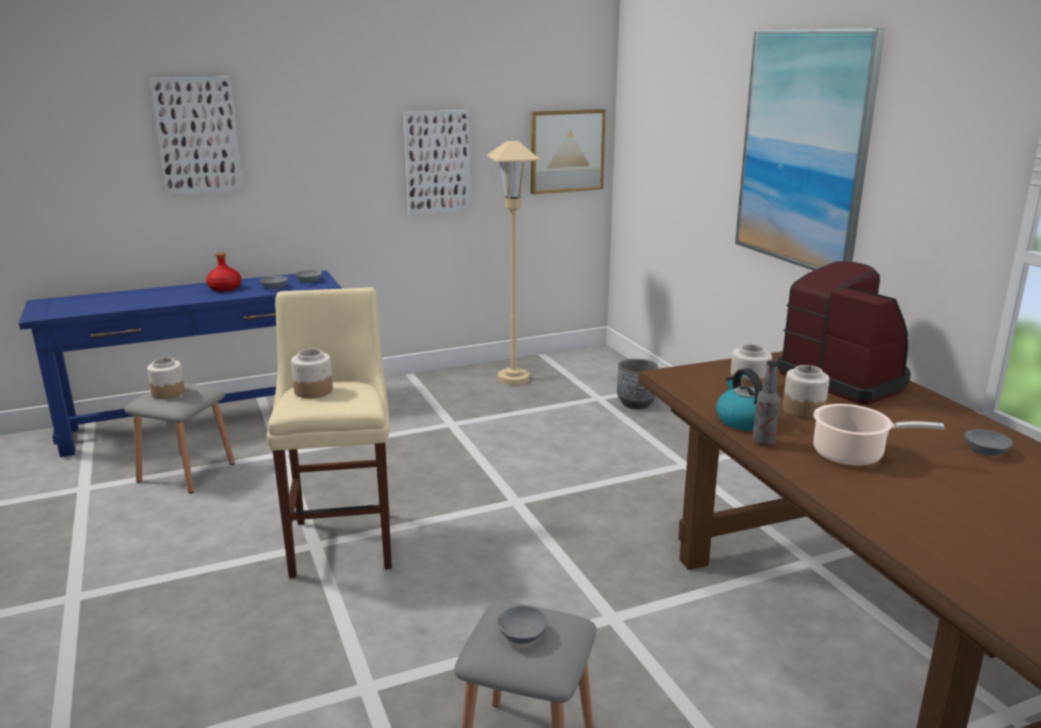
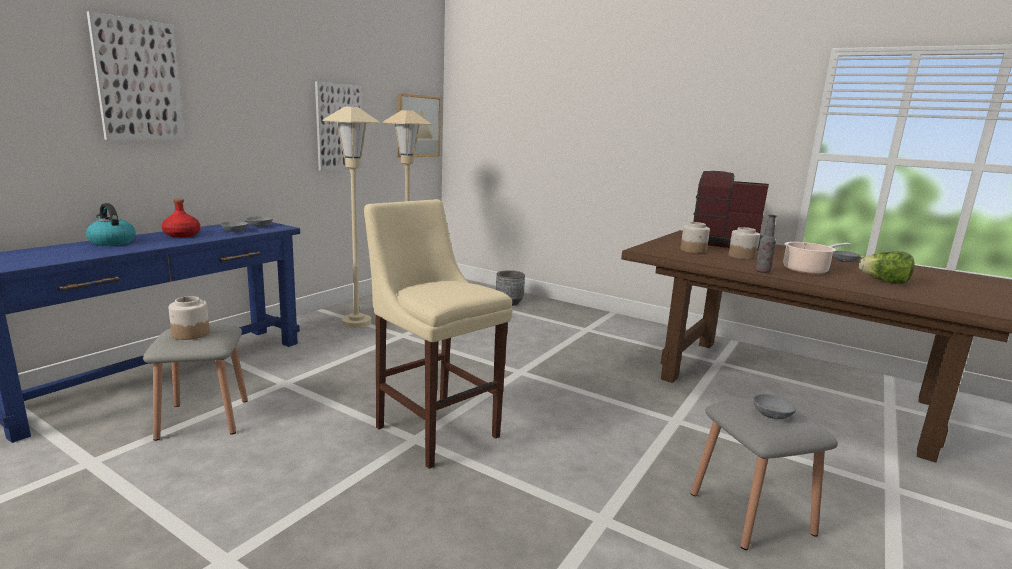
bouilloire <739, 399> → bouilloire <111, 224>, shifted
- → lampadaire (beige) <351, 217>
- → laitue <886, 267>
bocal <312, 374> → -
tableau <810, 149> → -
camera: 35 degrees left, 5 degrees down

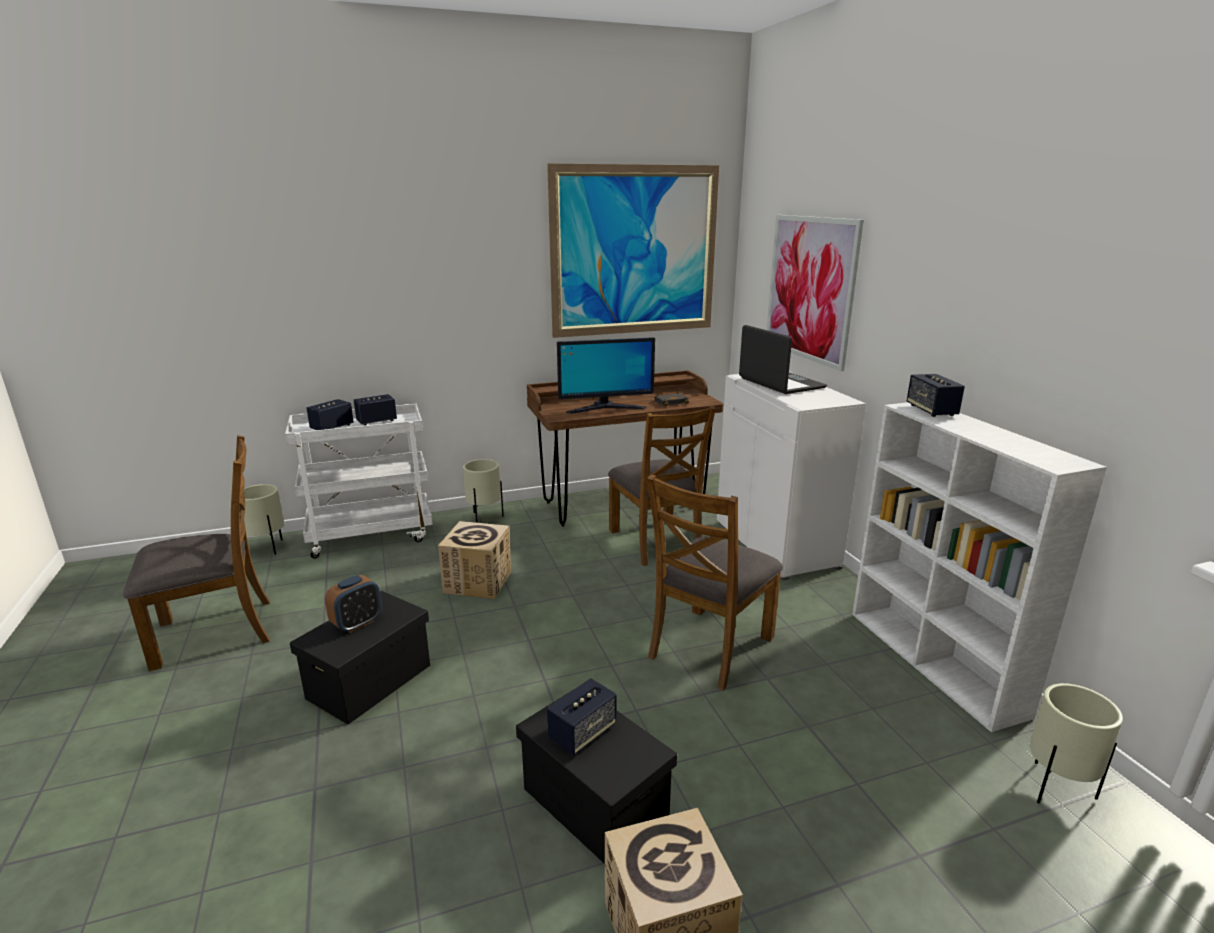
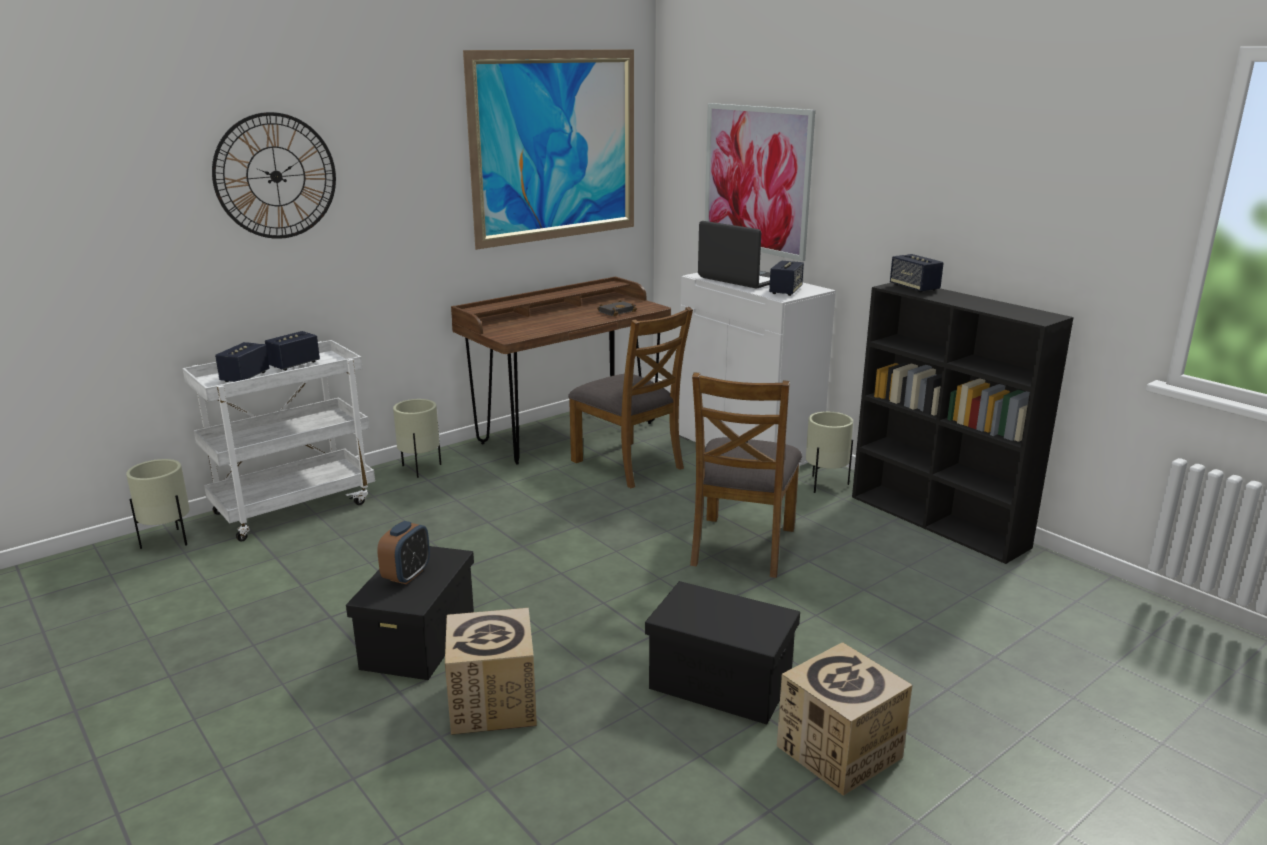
- → horloge murale <274, 175>
carton <474, 560> → carton <491, 671>, shifted
enceinte <582, 716> → enceinte <786, 278>, shifted
cache-pot (beige) <1076, 743> → cache-pot (beige) <829, 452>, shifted
bibliothèque (blanc) <979, 567> → bibliothèque (noir) <963, 423>
chaise (marron) <196, 553> → -
écran d'ordinateur <606, 375> → -
camera: 20 degrees left, 0 degrees up

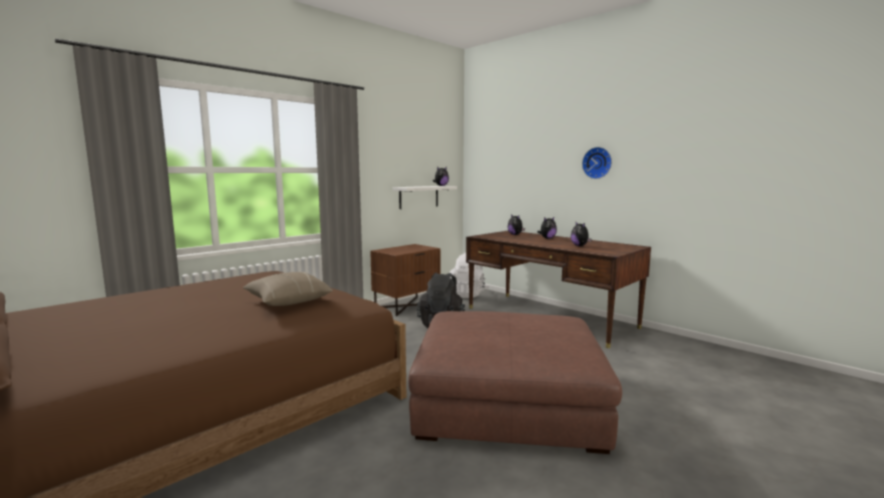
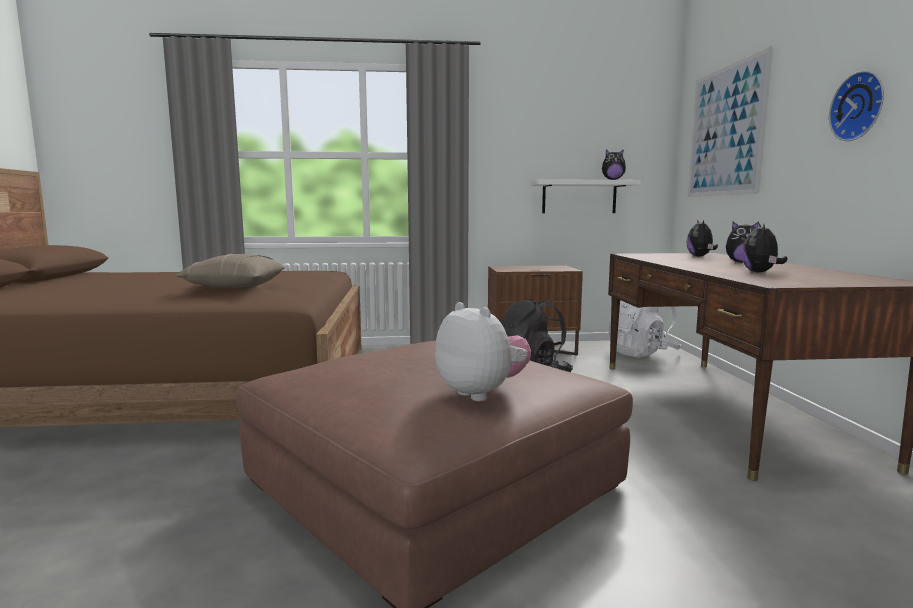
- → peluche <483, 351>
- → tableau <730, 121>
camera: 40 degrees right, 0 degrees up

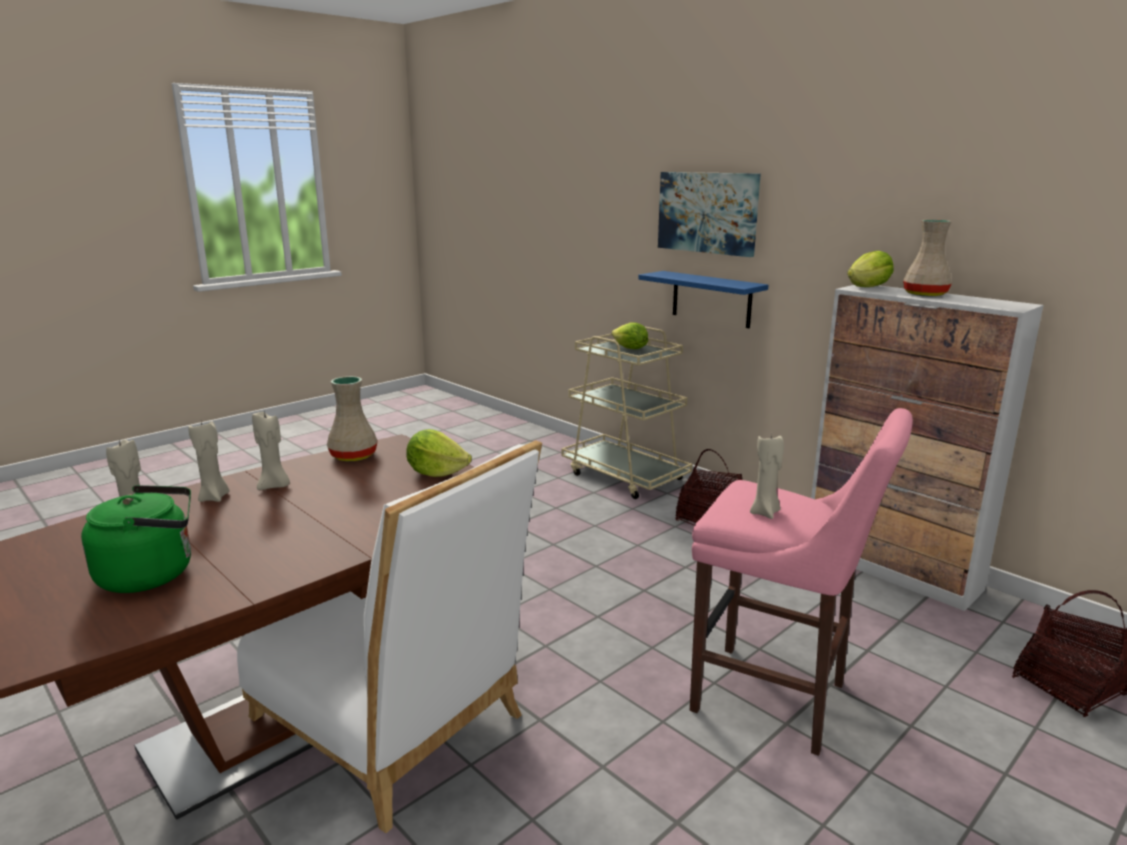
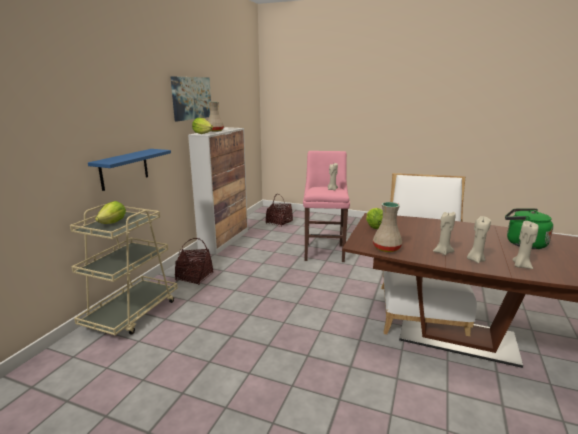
tableau <709, 214> → tableau <191, 99>, shifted
camera: 115 degrees left, 0 degrees up

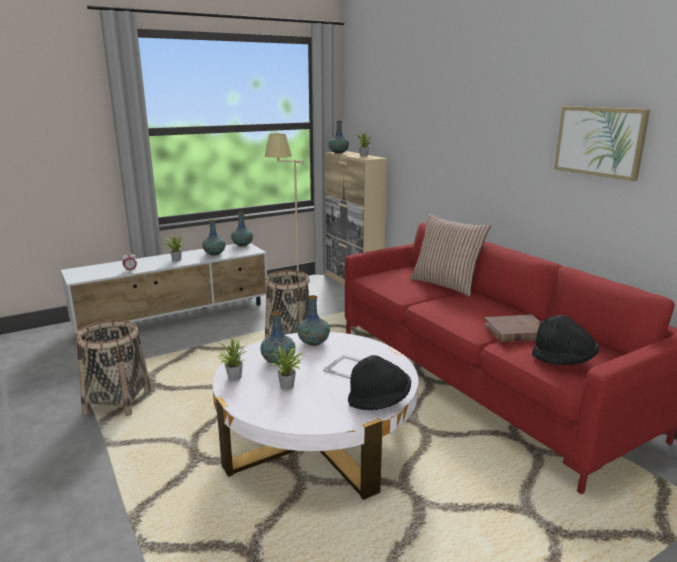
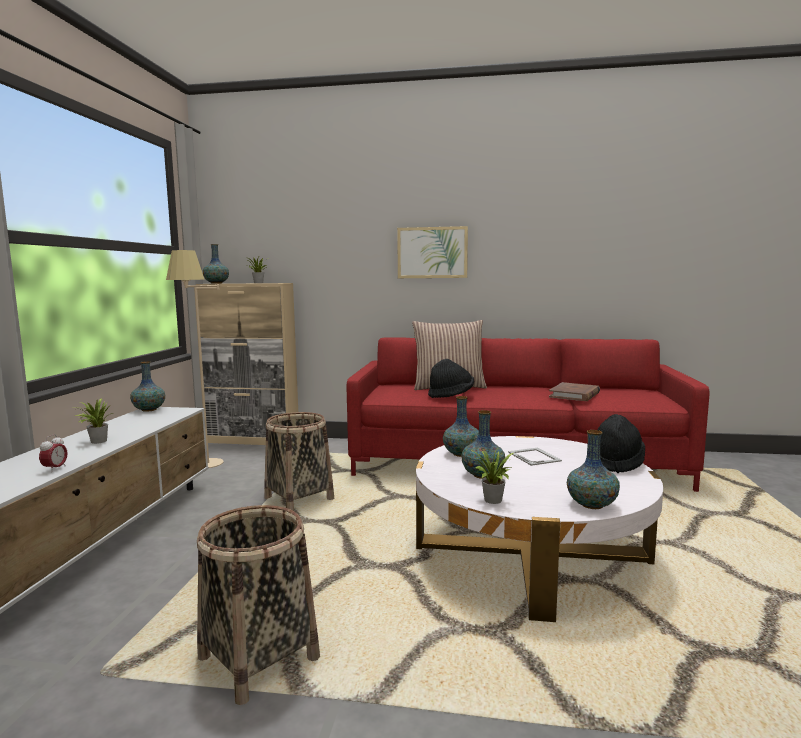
tableau <602, 143> → tableau <432, 252>, shifted
chapeau (noir) <565, 340> → chapeau (noir) <451, 378>, shifted
vase <214, 238> → vase <593, 469>, shifted
plante en pot <287, 368> → -
camera: 50 degrees left, 10 degrees down

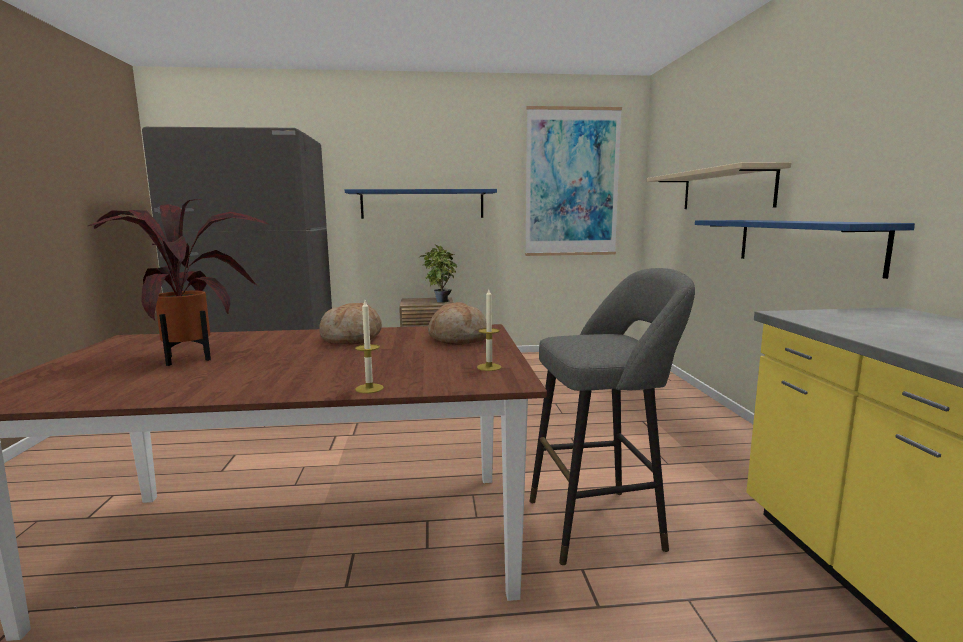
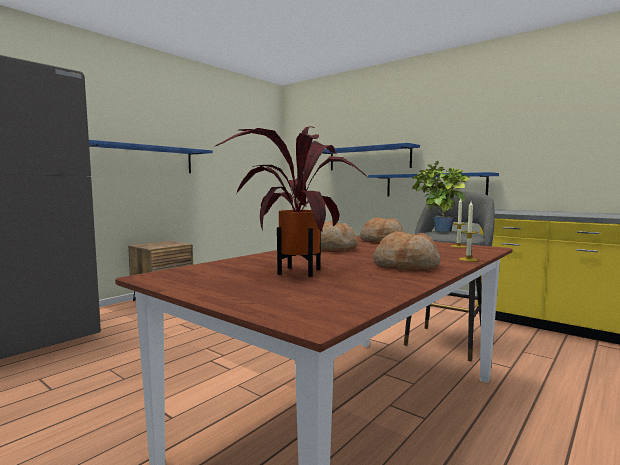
étagère (beige) <718, 185> → étagère (bleu) <371, 157>
- → pain <406, 251>
plante en pot <438, 273> → plante en pot <441, 196>, shifted
tableau <573, 181> → -
camera: 45 degrees left, 5 degrees down

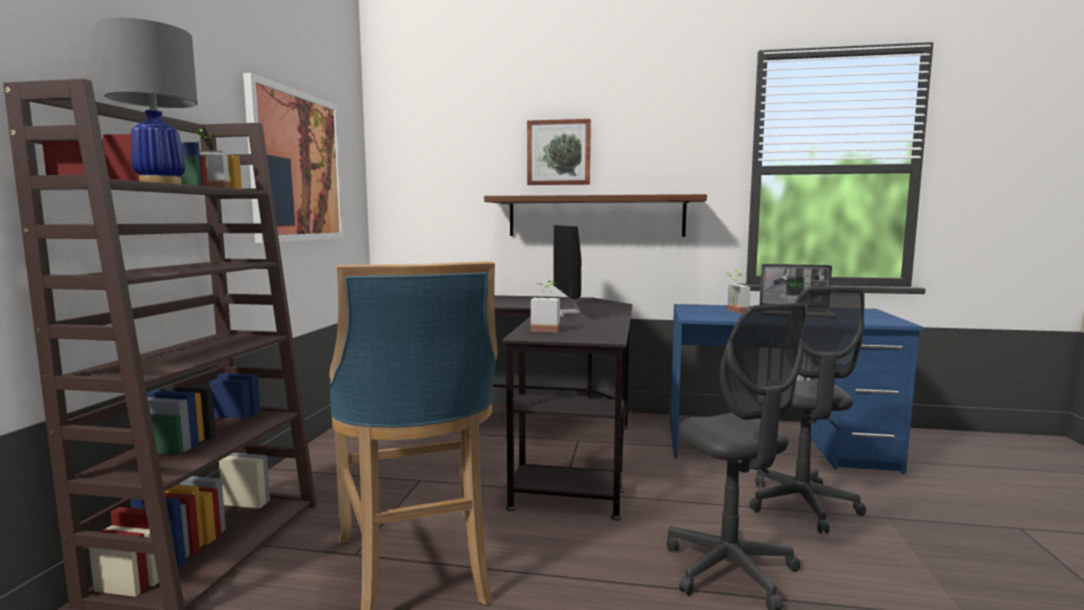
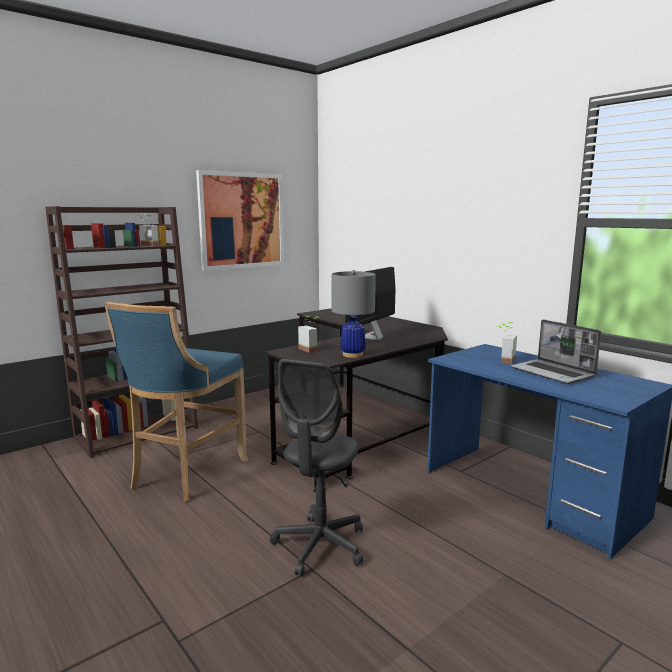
lampe de table (gris) <147, 100> → lampe de table (gris) <354, 314>, shifted
étagère (marron) <595, 215> → -
tableau <559, 152> → -
chaise de bureau (gris) <807, 410> → -
camera: 40 degrees right, 5 degrees up

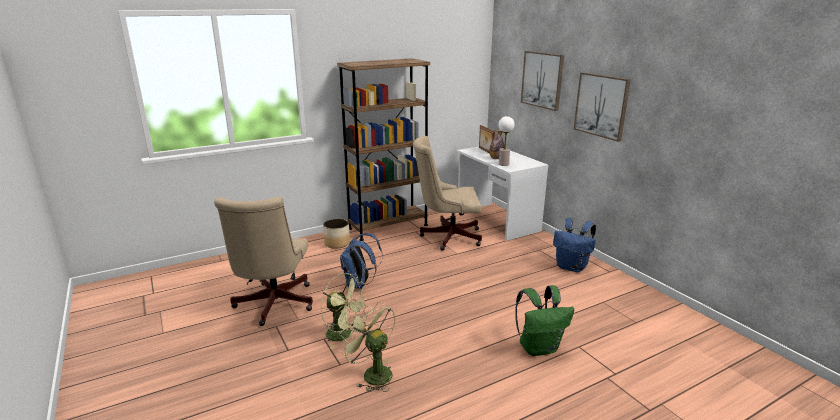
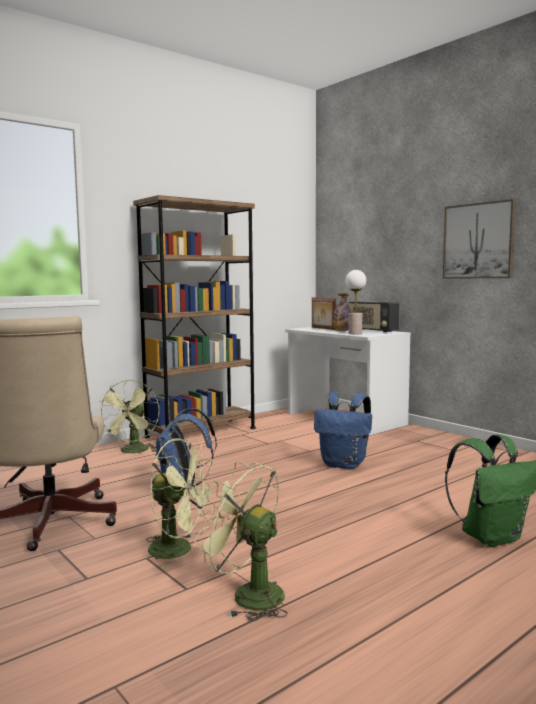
cache-pot <336, 234> → ventilateur (vert) <129, 416>
sac à dos (bleu) <574, 245> → sac à dos (bleu) <343, 430>, shifted
- → radio <374, 316>
chaise de bureau (beige) <447, 193> → -
tableau <542, 81> → -
camera: 10 degrees left, 15 degrees down

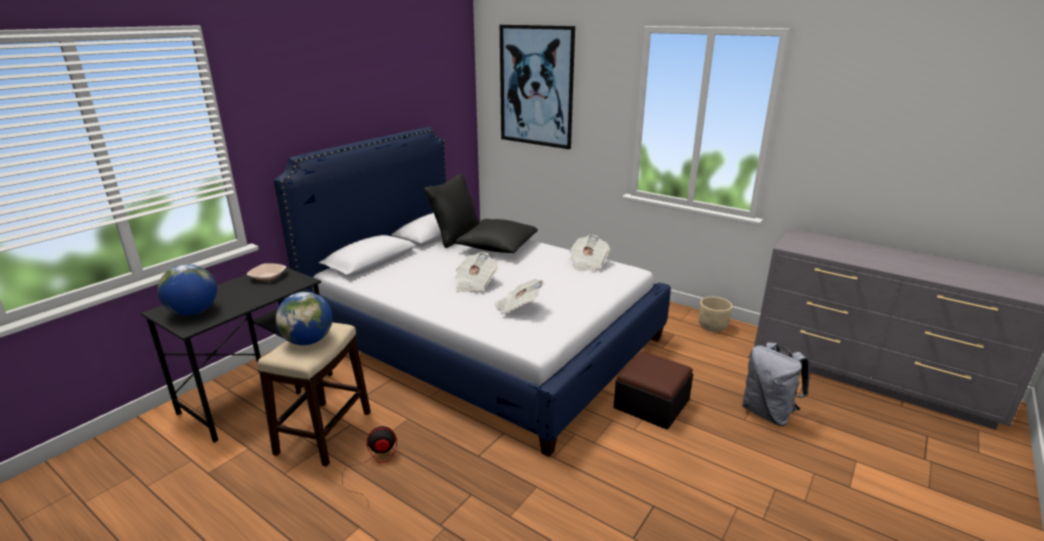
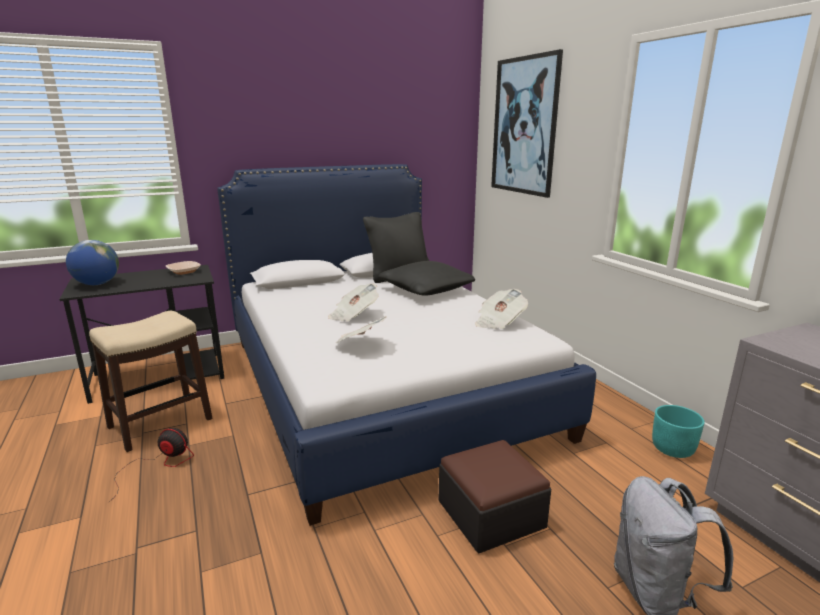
cache-pot (beige) <716, 314> → cache-pot (turquoise) <678, 431>
globe <303, 318> → -
camera: 30 degrees right, 5 degrees down

